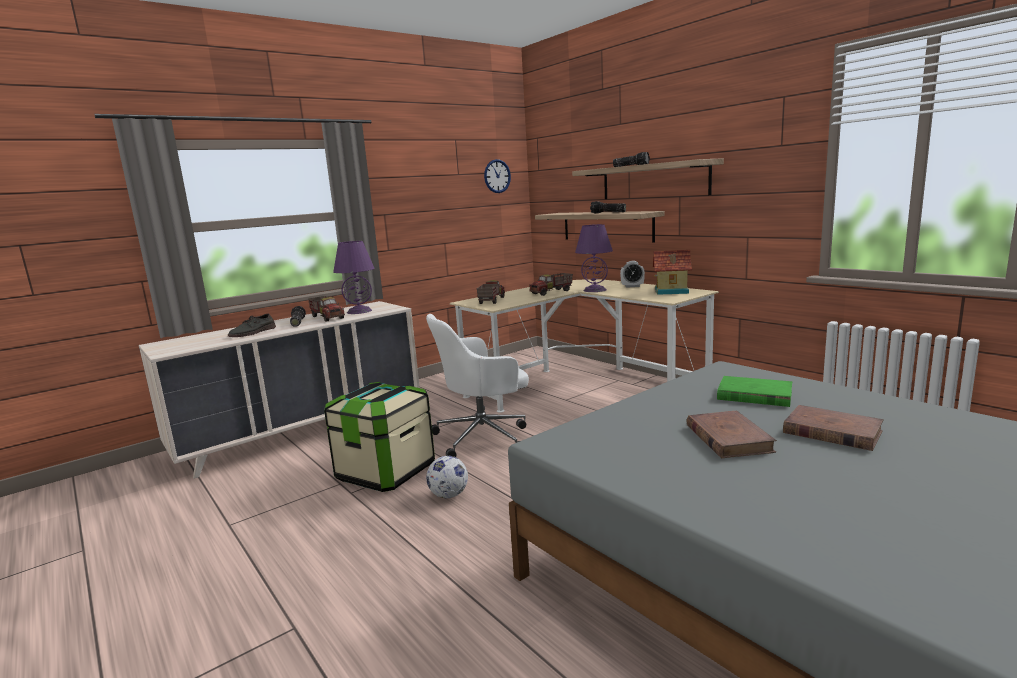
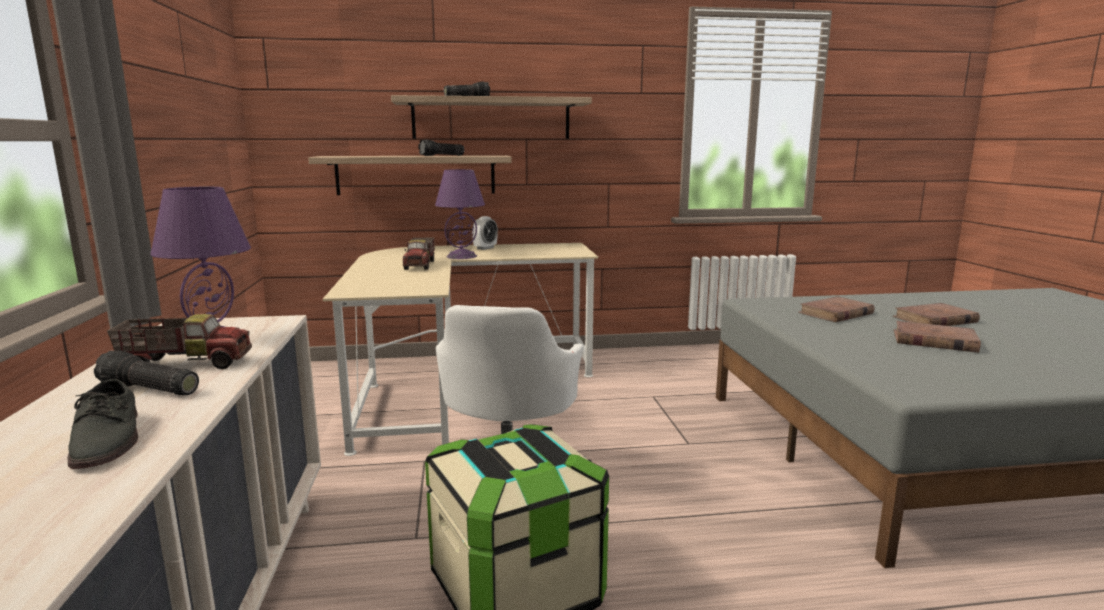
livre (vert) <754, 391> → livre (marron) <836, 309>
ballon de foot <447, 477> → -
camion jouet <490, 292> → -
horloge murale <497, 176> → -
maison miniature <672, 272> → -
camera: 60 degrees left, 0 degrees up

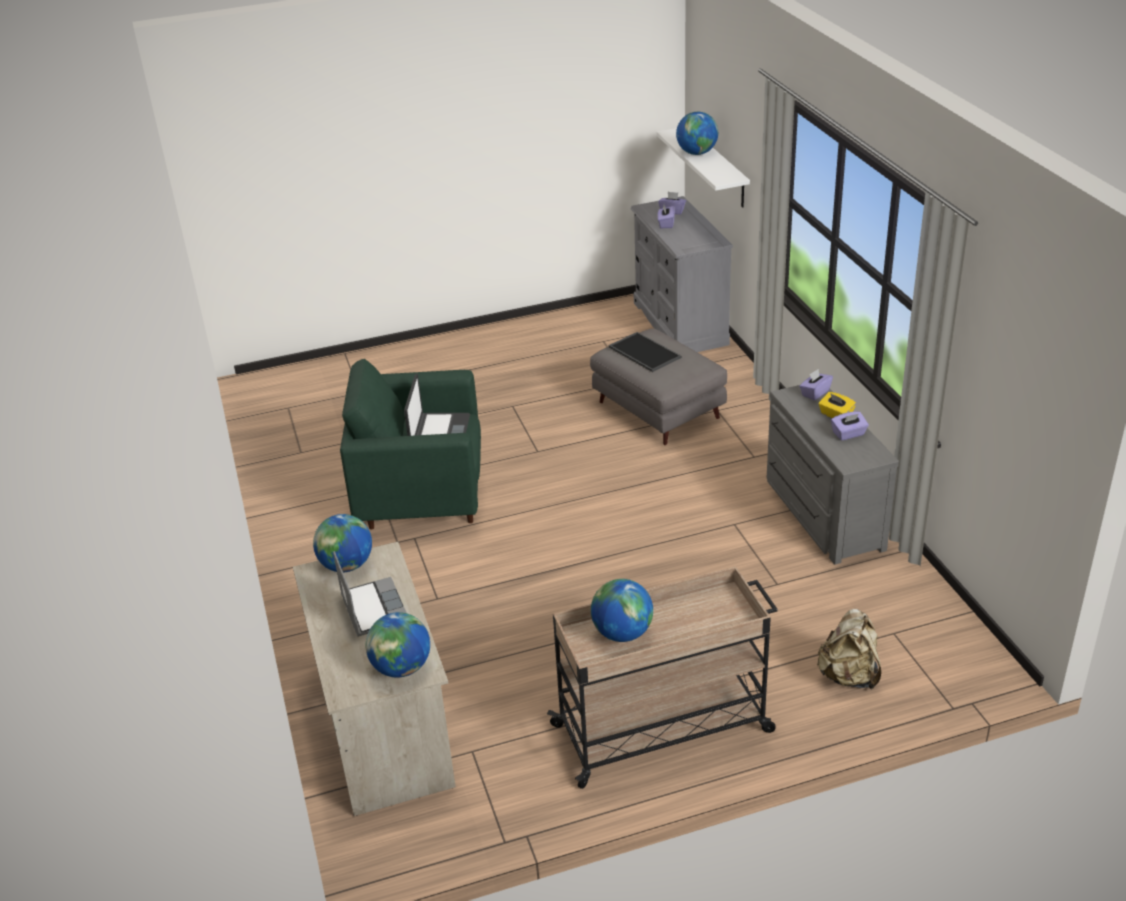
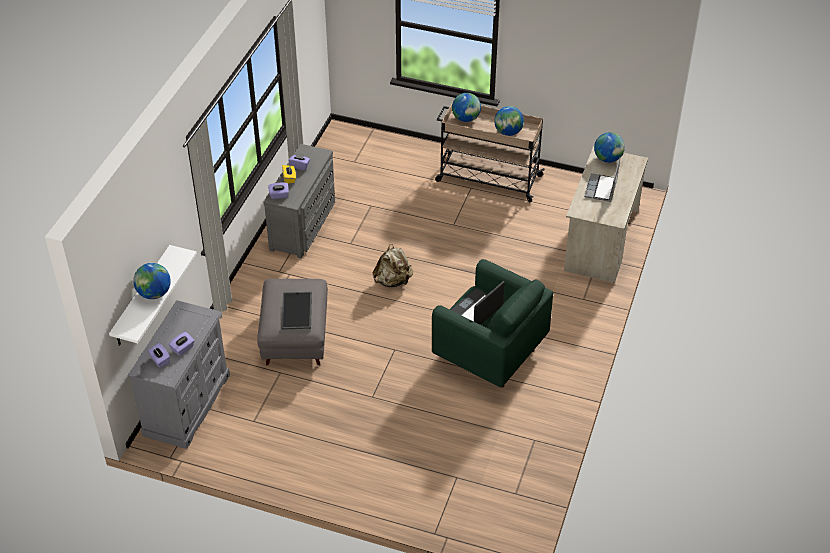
sac à dos (beige) <849, 649> → sac à dos (beige) <393, 265>, shifted
globe <342, 543> → globe <466, 107>, shifted
camera: 145 degrees left, 10 degrees up

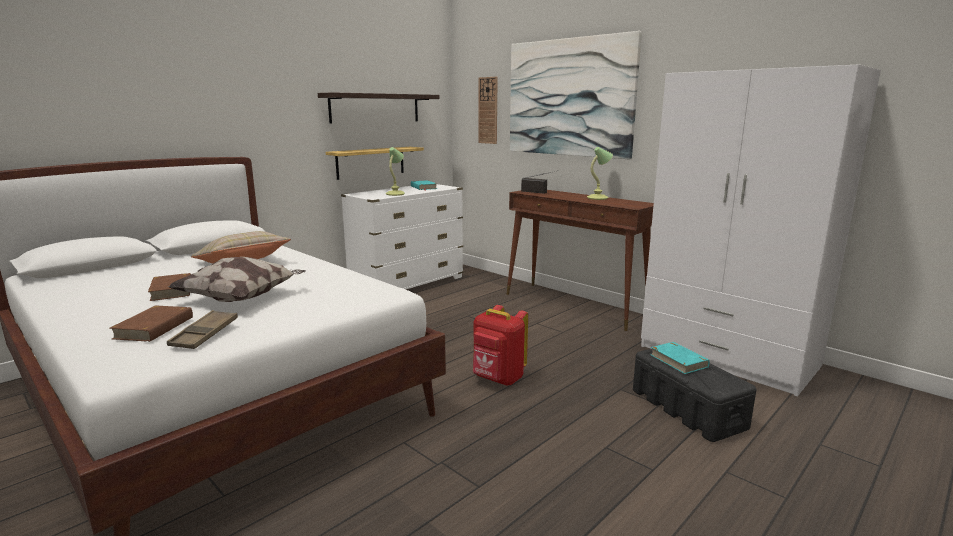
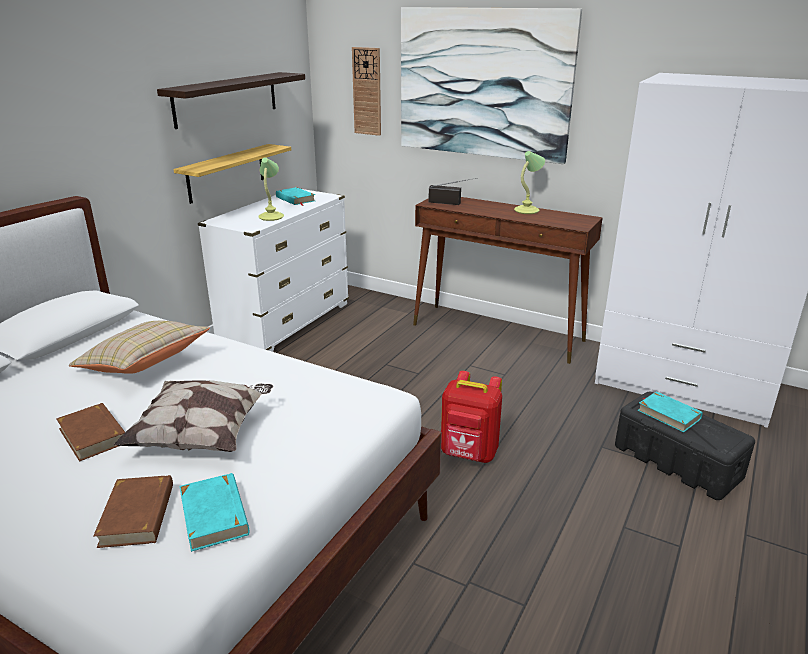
plateau (marron) <202, 329> → livre (turquoise) <214, 512>
camera: 15 degrees left, 10 degrees up

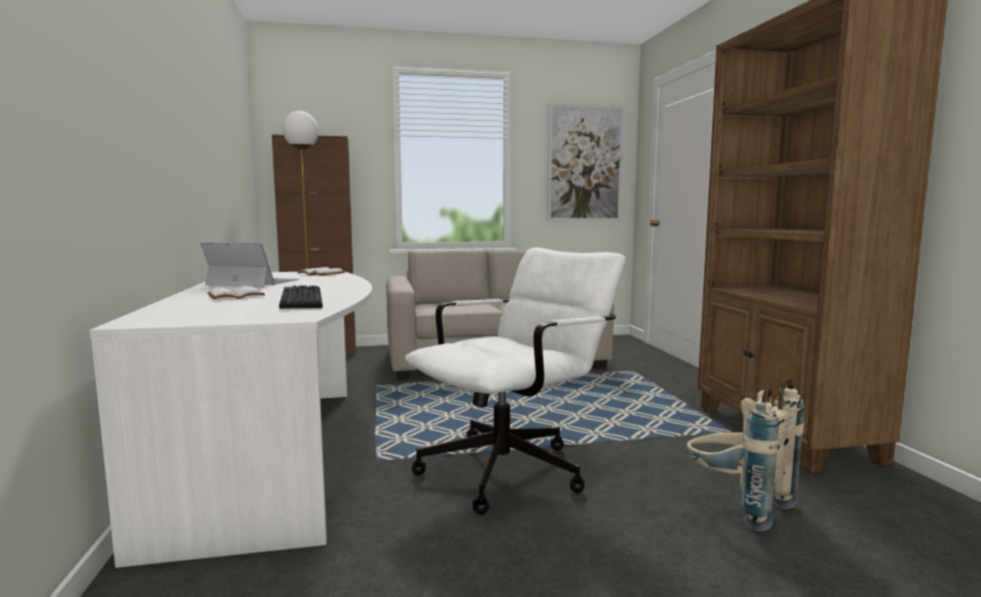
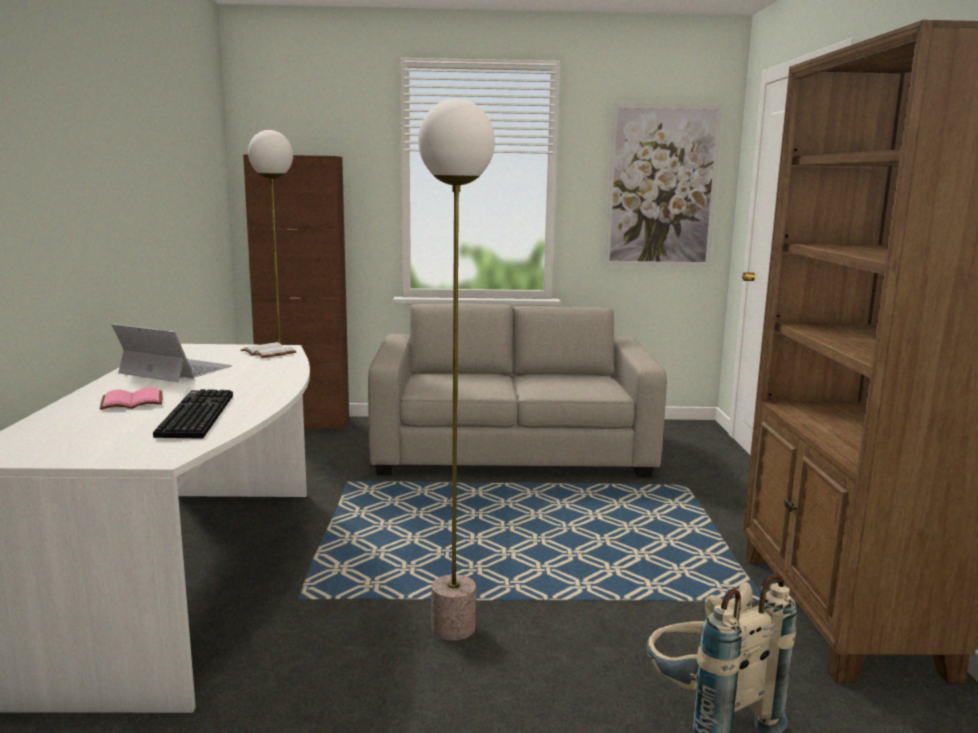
livre (blanc) <236, 292> → livre (rose) <131, 398>
chaise de bureau (blanc) <515, 381> → lampadaire <456, 369>
camera: 10 degrees right, 5 degrees up

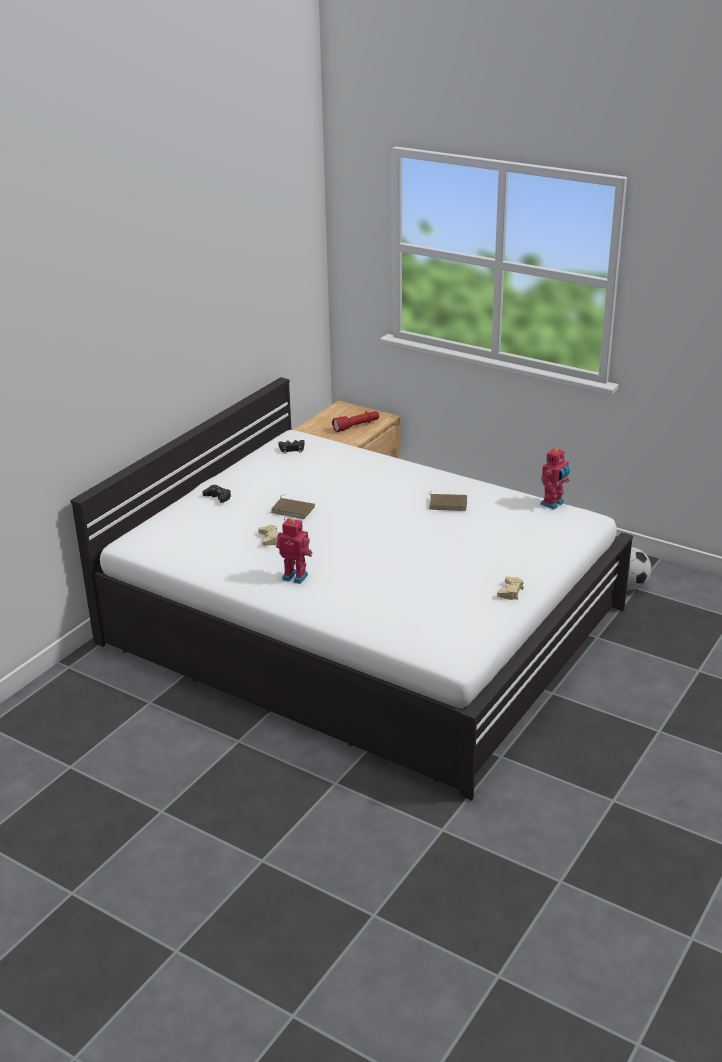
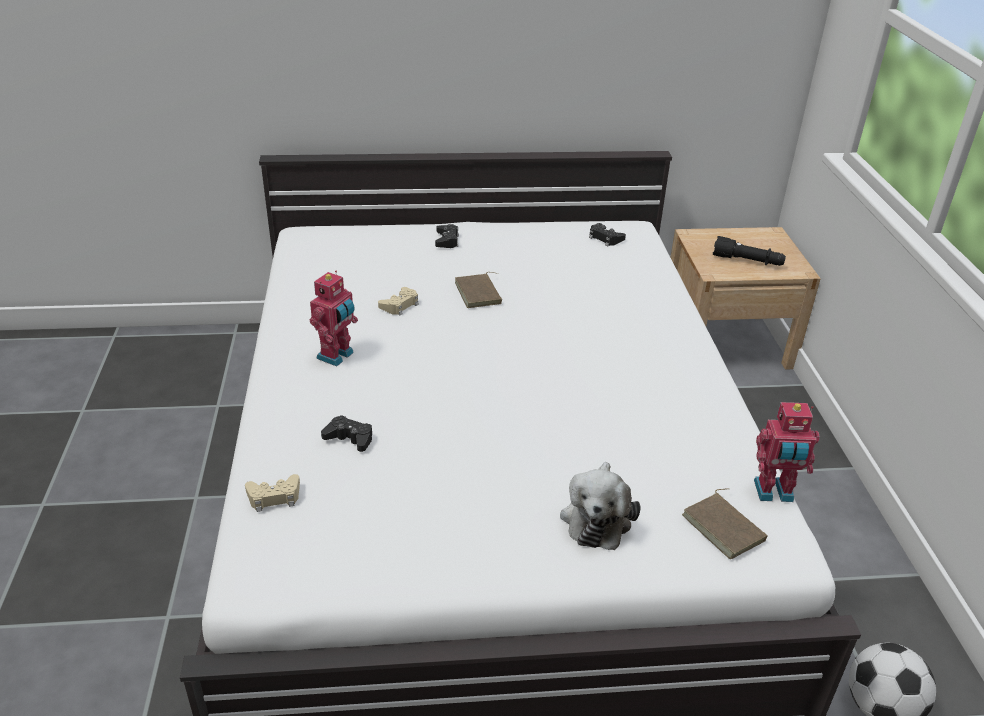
manette (beige) <510, 588> → manette (beige) <272, 493>, shifted
robot jouet <294, 551> → robot jouet <333, 319>, 45 degrees clockwise
- → manette (noir) <346, 433>
- → peluche <600, 506>
livre (marron) <448, 500> → livre (marron) <725, 523>, shifted
lampe de poche (rouge) <355, 421> → lampe de poche (noir) <749, 251>
camera: 50 degrees right, 5 degrees up

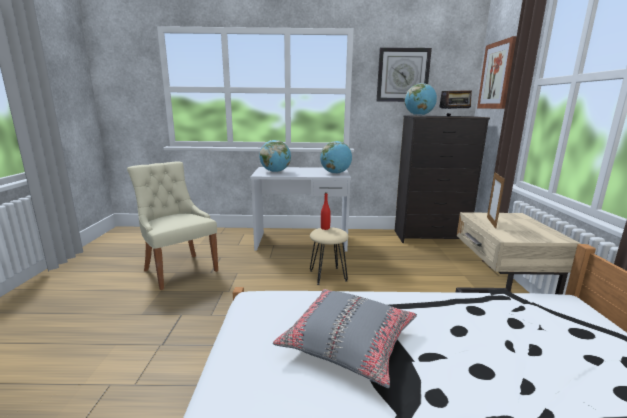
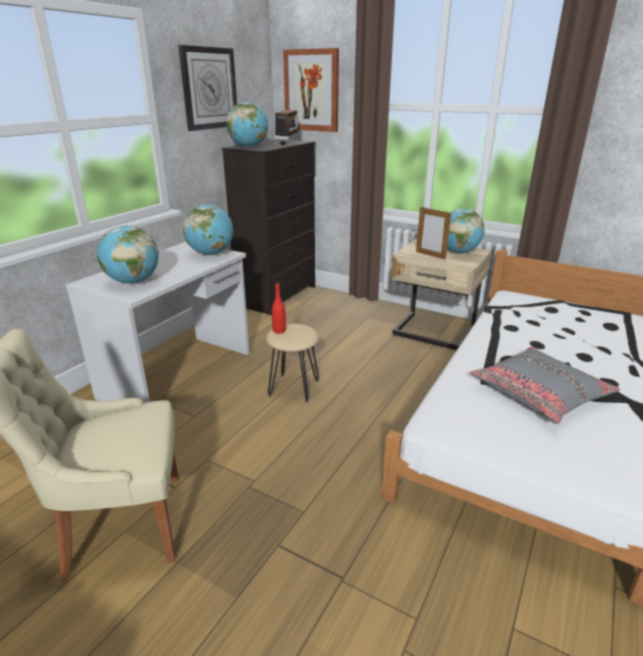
- → globe <466, 231>
camera: 60 degrees left, 10 degrees up

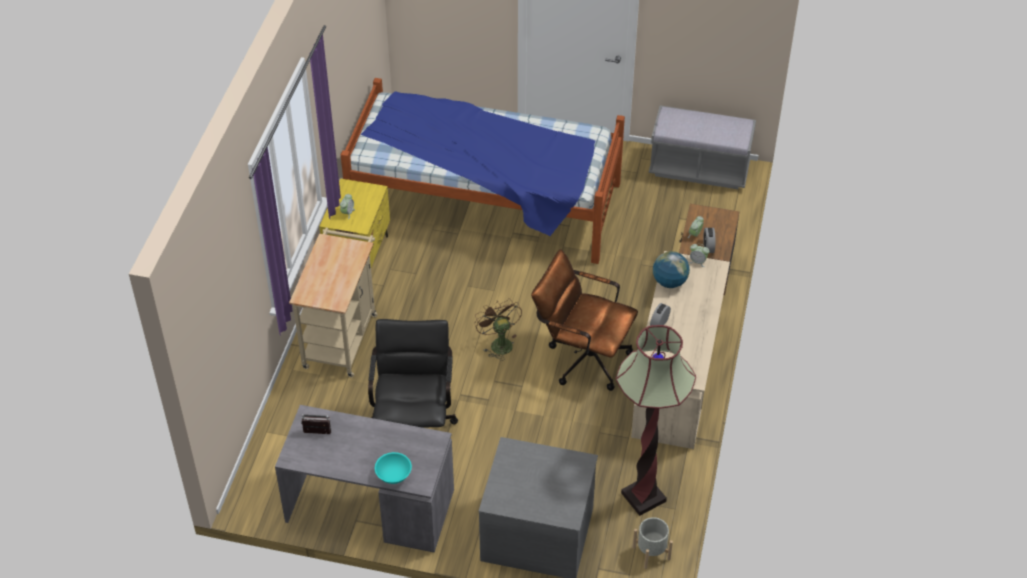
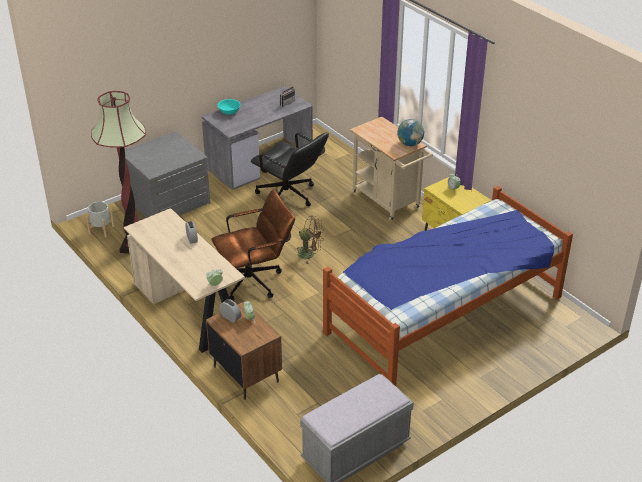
globe <671, 269> → globe <410, 132>, shifted
camera: 130 degrees right, 10 degrees down

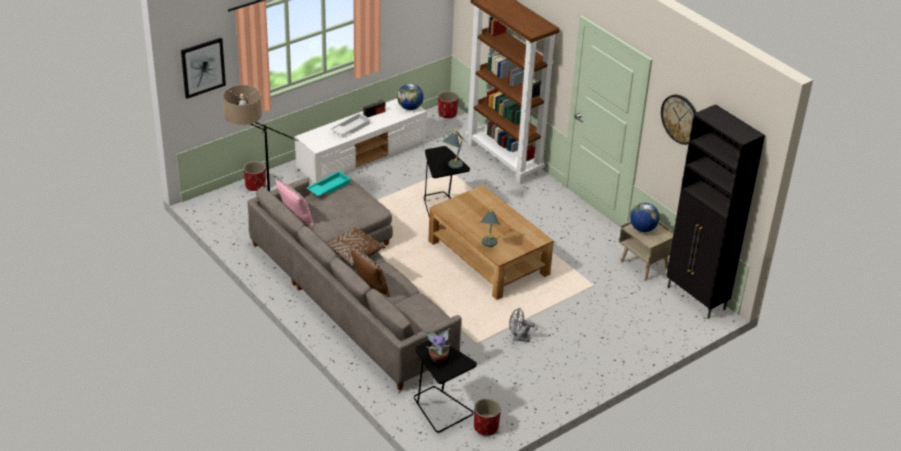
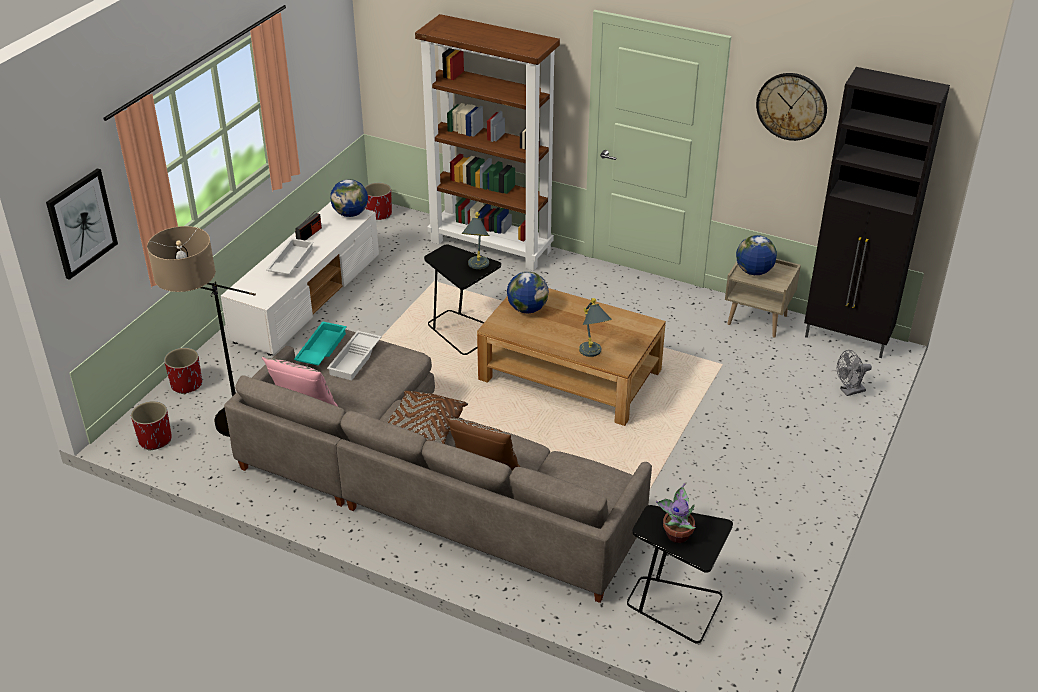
cache-pot (rouge) <487, 417> → cache-pot (rouge) <151, 426>, shifted
- → plateau (blanc) <354, 355>
- → globe <528, 293>
ventilateur (gris) <522, 324> → ventilateur (gris) <854, 373>, shifted
camera: 25 degrees left, 0 degrees up

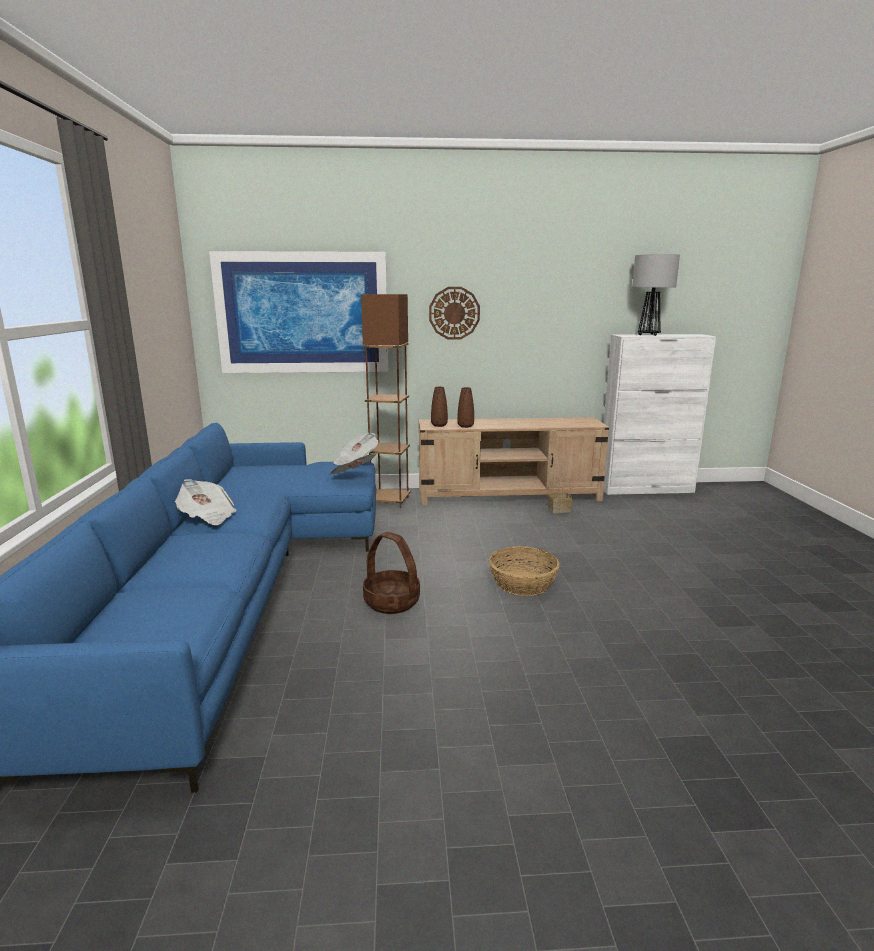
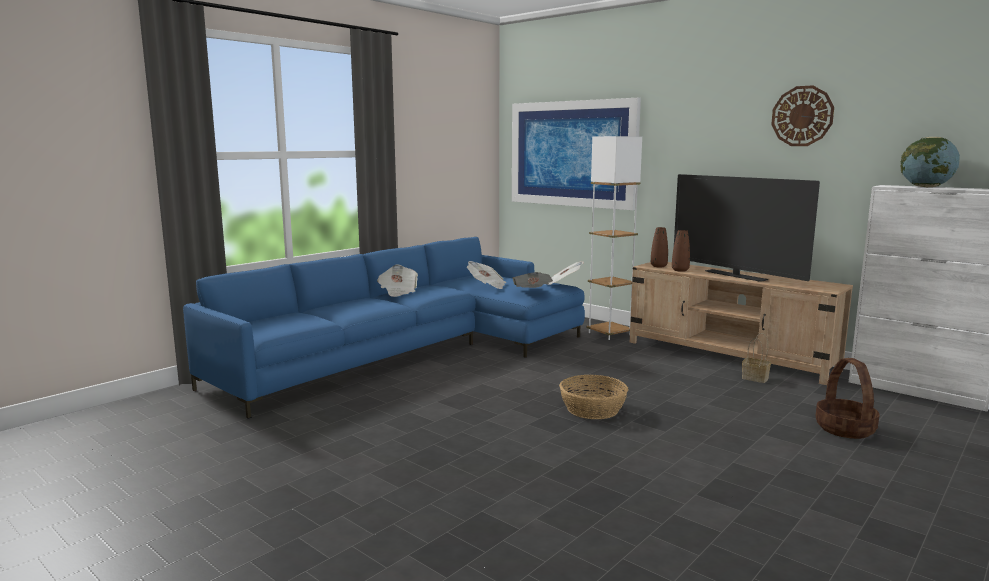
- → journal <486, 275>
lampadaire (marron) <386, 401> → lampadaire (blanc) <614, 238>
- → téléviseur <747, 228>
horloge murale <454, 313> → horloge murale <802, 115>, shifted
panier <391, 573> → panier <847, 398>, shifted
lampe de table <656, 295> → globe <930, 162>
camera: 45 degrees right, 5 degrees down

